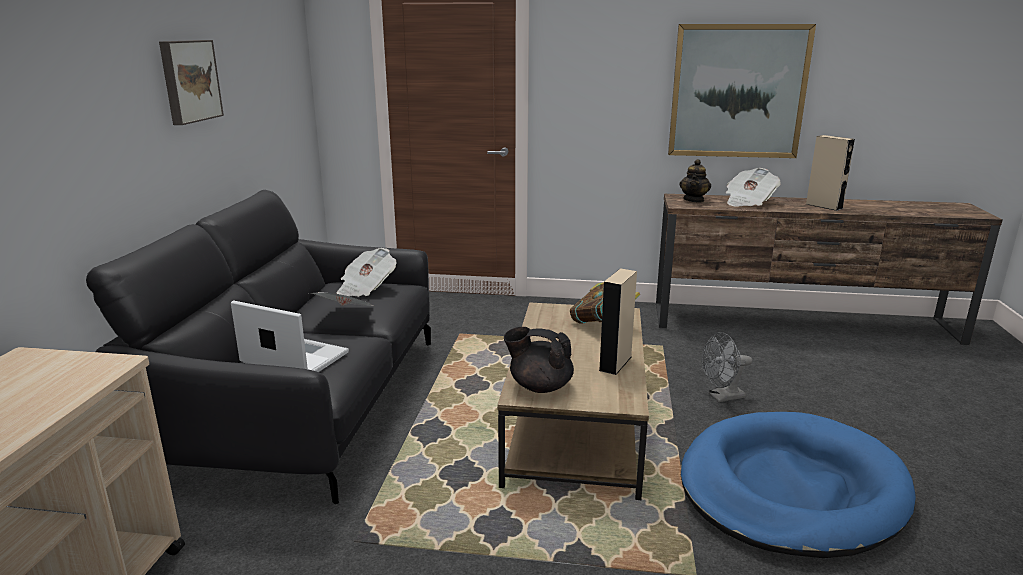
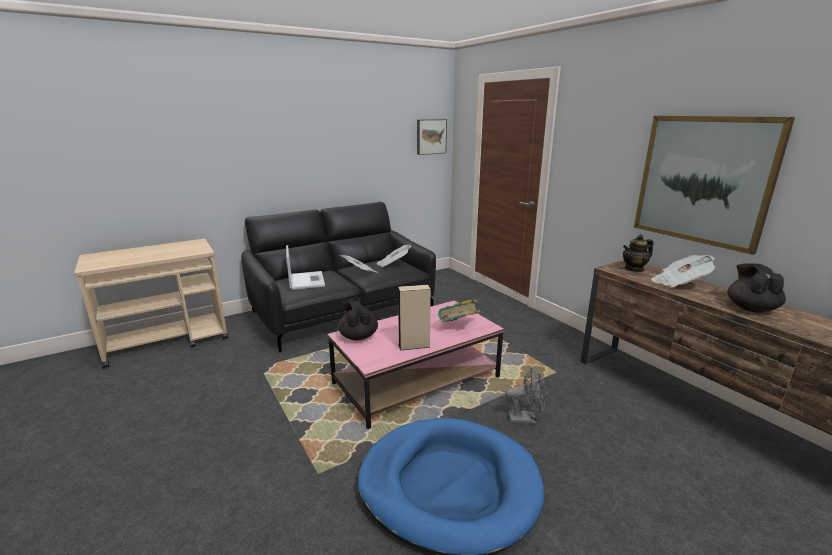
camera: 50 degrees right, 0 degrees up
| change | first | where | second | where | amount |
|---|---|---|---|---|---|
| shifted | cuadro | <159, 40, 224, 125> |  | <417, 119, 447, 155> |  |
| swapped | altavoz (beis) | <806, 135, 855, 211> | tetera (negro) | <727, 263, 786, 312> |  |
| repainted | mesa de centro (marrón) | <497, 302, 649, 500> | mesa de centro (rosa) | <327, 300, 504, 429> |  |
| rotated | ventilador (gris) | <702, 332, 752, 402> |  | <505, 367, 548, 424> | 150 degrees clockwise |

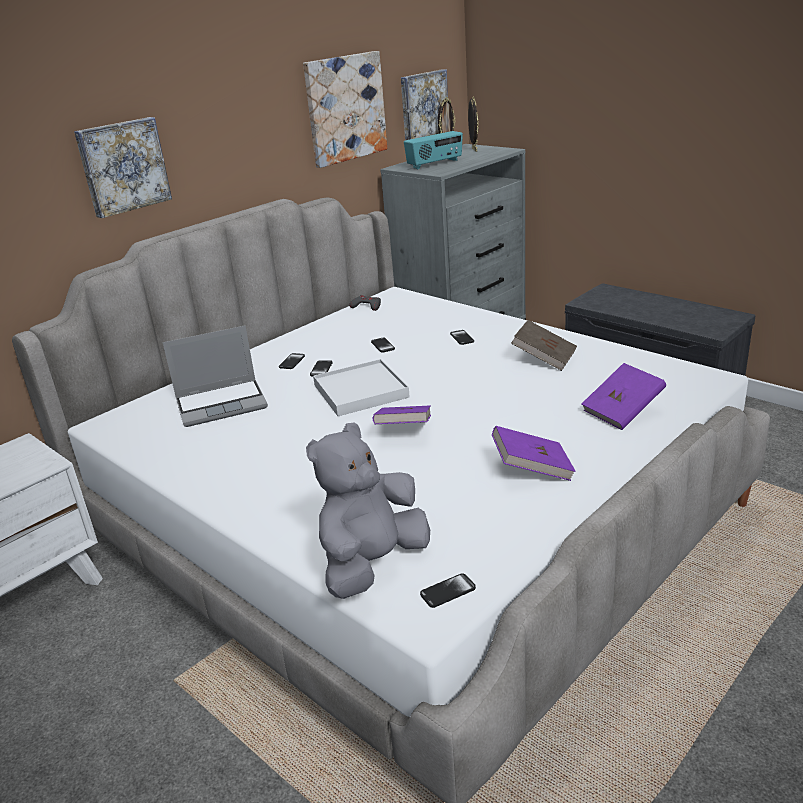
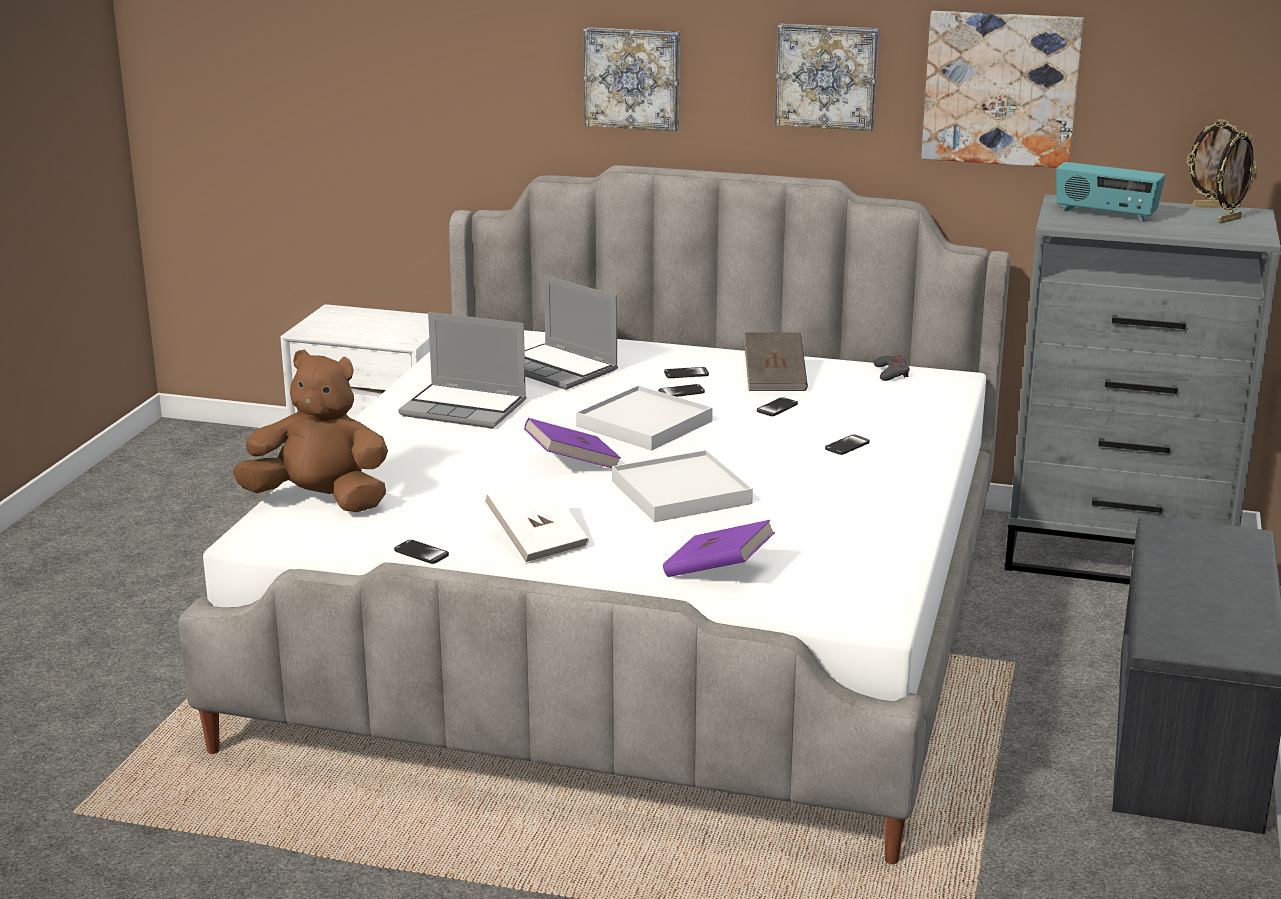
camera: 60 degrees right, 5 degrees down
| change | first | where | second | where | amount |
|---|---|---|---|---|---|
| shifted | cuadro | <401, 69, 448, 140> |  | <775, 24, 879, 131> |  |
| shifted | libro (marrón) | <511, 320, 577, 371> |  | <744, 333, 808, 391> |  |
| repainted | peluche (gris) | <306, 422, 430, 599> | peluche (marrón) | <233, 349, 388, 512> |  |
| repainted | libro (morado) | <492, 426, 576, 481> | libro (blanco) | <484, 477, 589, 564> |  |
| shifted | móvil | <420, 573, 476, 608> |  | <394, 540, 449, 564> |  |
| new |  |  | portátil | <398, 312, 526, 429> |  |
| new |  |  | bandeja (blanco) | <612, 450, 753, 522> |  |

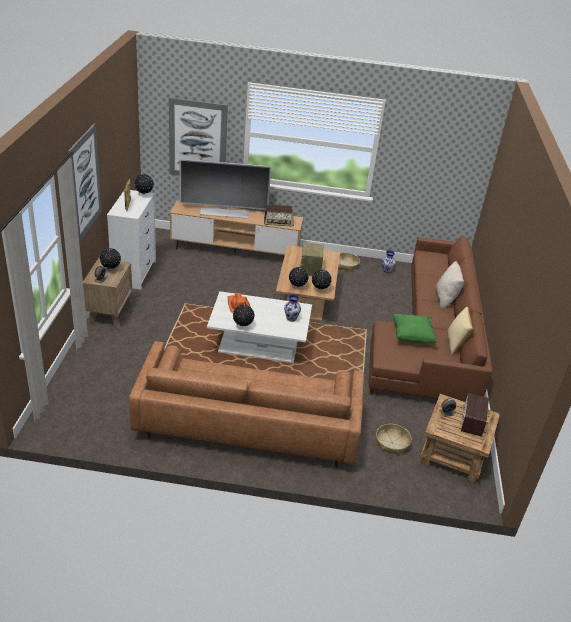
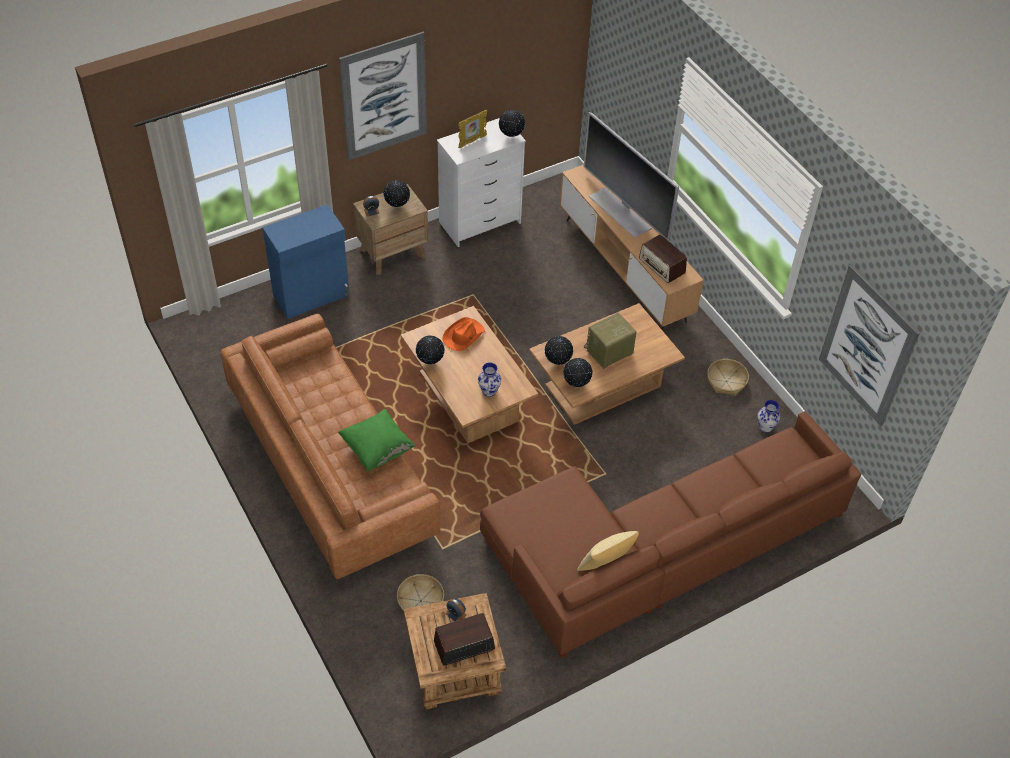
camera: 55 degrees right, 15 degrees up
| change | first | where | second | where | amount |
|---|---|---|---|---|---|
| shifted | cuadro | <169, 98, 228, 176> |  | <819, 265, 920, 426> |  |
| gone | cojín (beis) | <436, 261, 464, 309> |  |  |  |
| repainted | mesa de centro (blanco) | <207, 291, 312, 363> | mesa de centro (marrón) | <401, 306, 538, 443> |  |
| shifted | cojín (verde) | <393, 314, 437, 344> |  | <338, 409, 416, 472> |  |
| new |  |  | armario (azul) | <262, 204, 350, 319> |  |

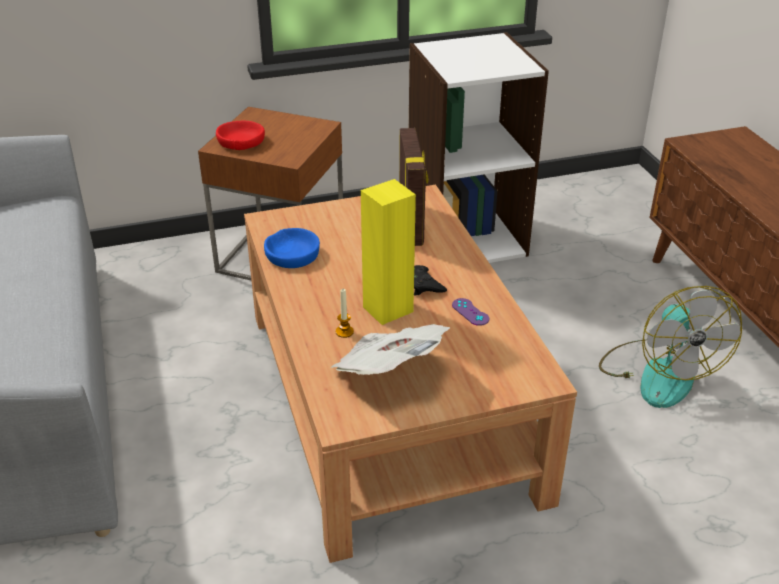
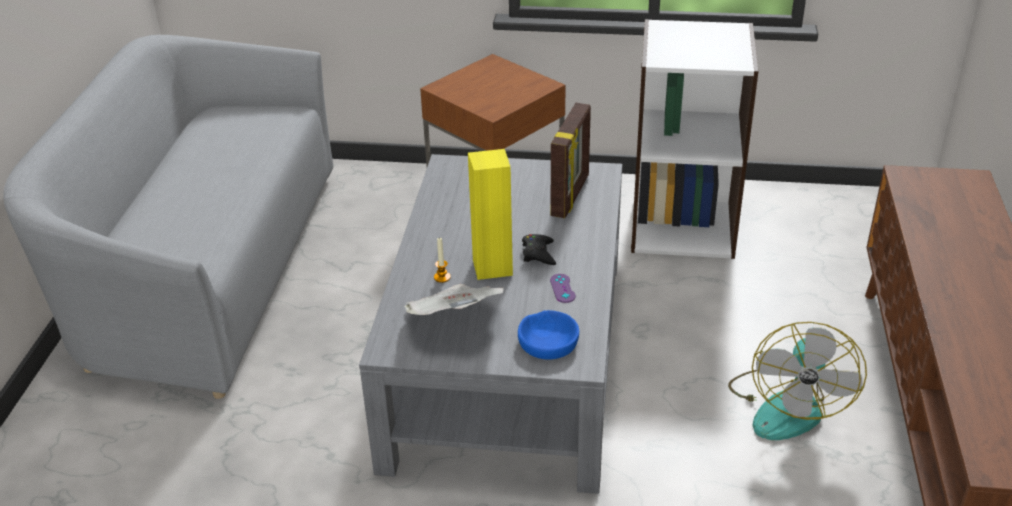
camera: 25 degrees right, 0 degrees up
| change | first | where | second | where | amount |
|---|---|---|---|---|---|
| gone | cuenco (rojo) | <216, 121, 265, 150> |  |  |  |
| repainted | mesa de centro (marrón) | <244, 185, 577, 563> | mesa de centro (gris) | <359, 154, 622, 494> |  |
| shifted | cuenco (azul) | <264, 228, 320, 268> |  | <518, 310, 579, 360> |  |

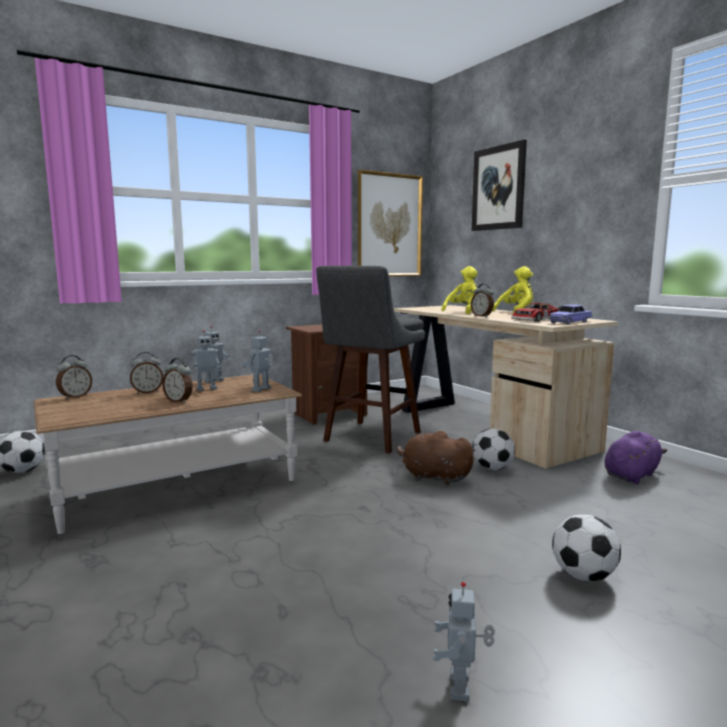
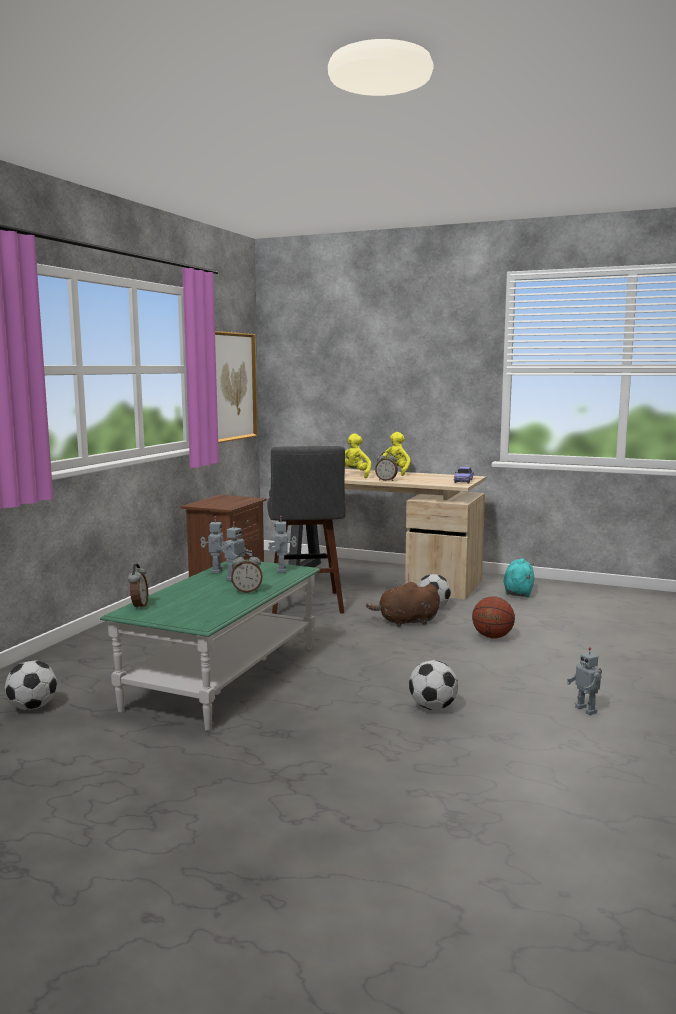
camera: 35 degrees left, 0 degrees up
| change | first | where | second | where | amount |
|---|---|---|---|---|---|
| gone | cuadro | <472, 140, 527, 231> |  |  |  |
| gone | coche de juguete | <511, 303, 561, 322> |  |  |  |
| gone | despertador | <130, 352, 163, 394> |  |  |  |
| repainted | mesa de centro (marrón) | <33, 374, 302, 534> | mesa de centro (verde) | <100, 560, 320, 731> |  |
| repainted | peluche (morado) | <605, 431, 668, 484> | peluche (turquesa) | <504, 558, 534, 597> |  |
| shifted | balón de fútbol | <552, 515, 621, 581> |  | <409, 660, 458, 710> |  |
| new |  |  | balón de baloncesto | <472, 596, 515, 638> |  |

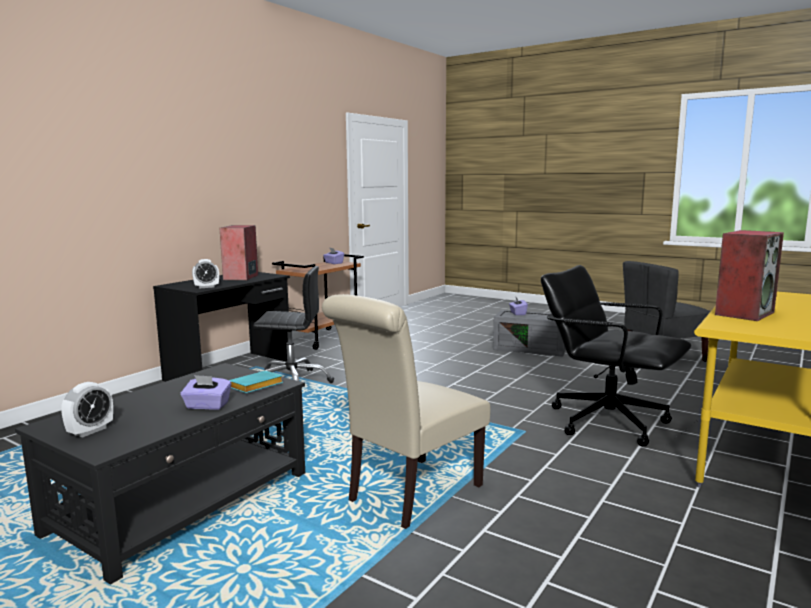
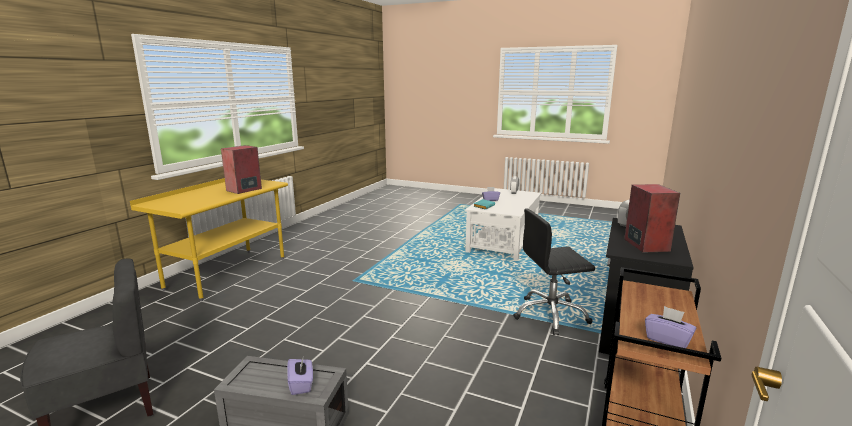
camera: 170 degrees right, 5 degrees up
| change | first | where | second | where | amount |
|---|---|---|---|---|---|
| gone | silla de oficina (negro) | <541, 265, 691, 446> |  |  |  |
| gone | silla (beis) | <322, 294, 491, 529> |  |  |  |
| repainted | mesa de centro (negro) | <15, 363, 305, 585> | mesa de centro (blanco) | <465, 188, 541, 260> |  |

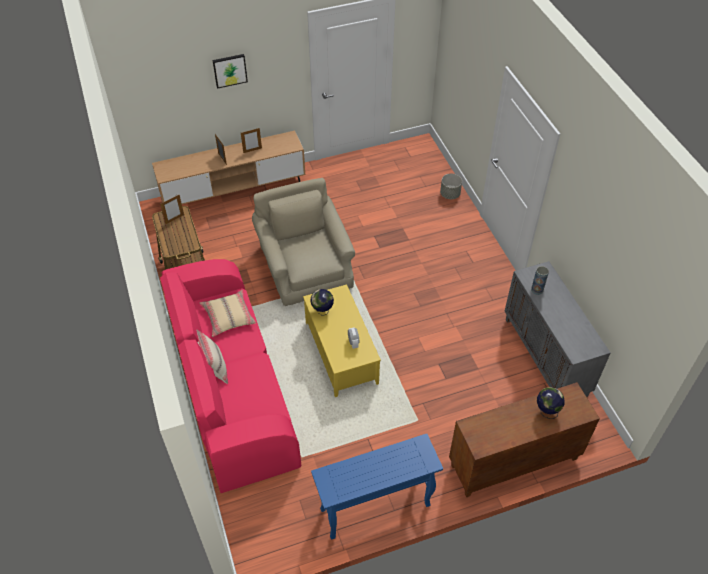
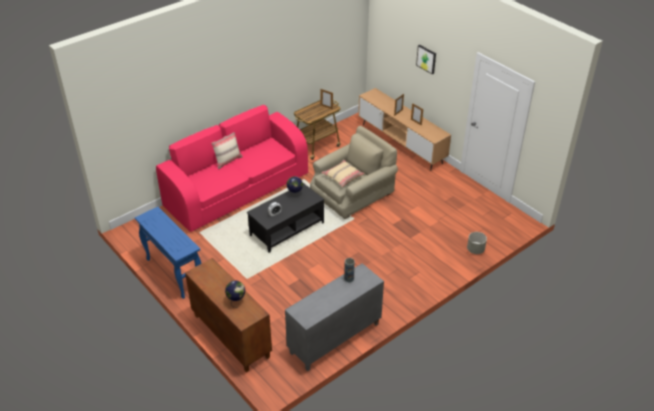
camera: 70 degrees right, 10 degrees down
| change | first | where | second | where | amount |
|---|---|---|---|---|---|
| repainted | mesa de centro (amarillo) | <303, 284, 381, 397> | mesa de centro (negro) | <247, 183, 324, 253> |  |
| shifted | cojín (beis) | <200, 290, 256, 337> |  | <321, 160, 365, 187> |  |

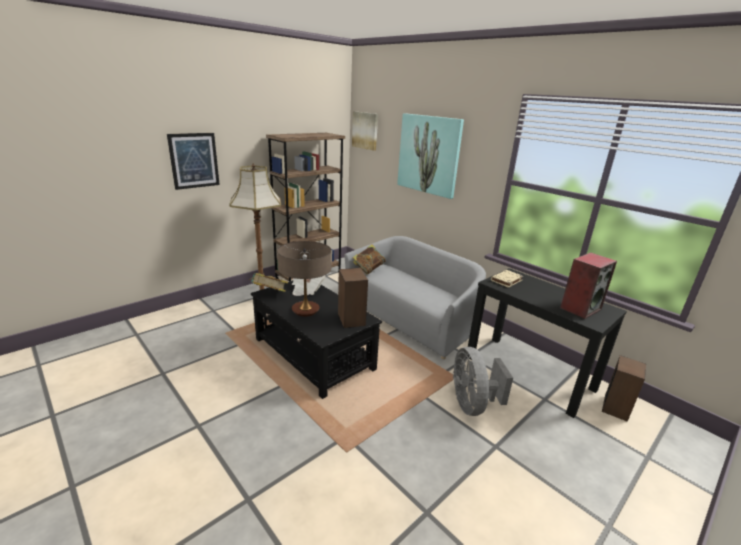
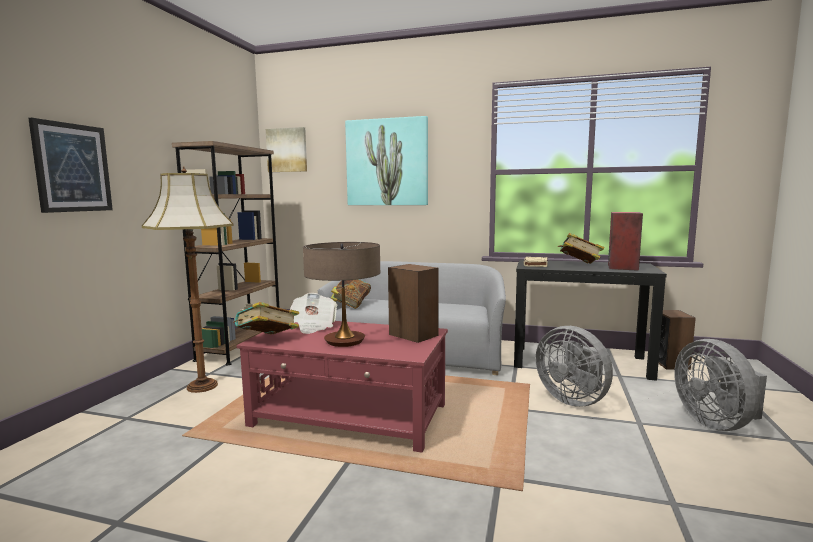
camera: 30 degrees left, 15 degrees down
| change | first | where | second | where | amount |
|---|---|---|---|---|---|
| repainted | mesa de centro (negro) | <251, 280, 382, 399> | mesa de centro (rojo) | <236, 321, 448, 453> |  |
| new |  |  | libro | <558, 233, 605, 264> |  |
| new |  |  | ventilador (gris) | <674, 339, 767, 431> |  |

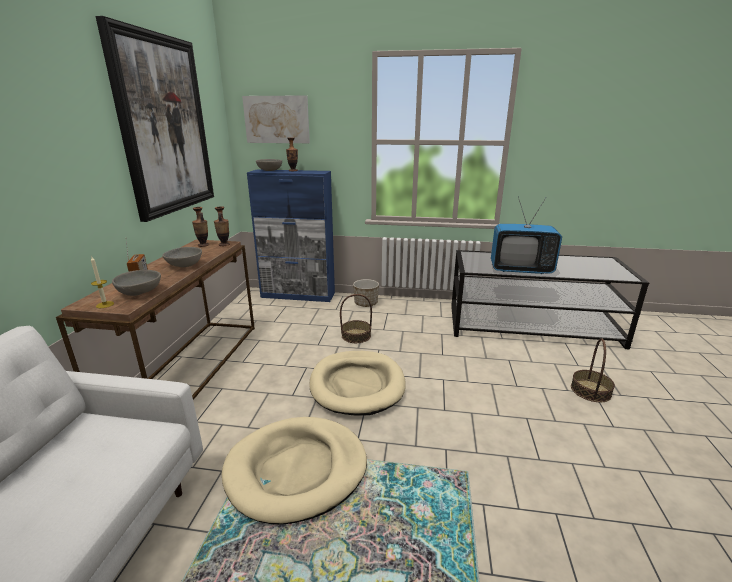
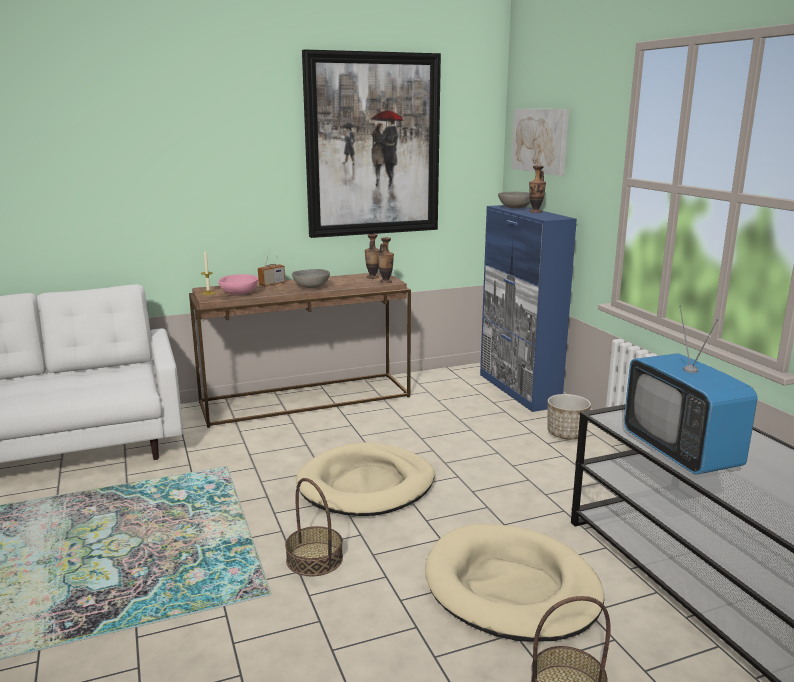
camera: 60 degrees right, 5 degrees down
| change | first | where | second | where | amount |
|---|---|---|---|---|---|
| repainted | cuenco (gris) | <112, 270, 161, 296> | cuenco (rosa) | <218, 274, 259, 295> |  |
| shifted | cesta | <340, 294, 372, 343> |  | <285, 478, 343, 576> |  |
| shifted | cama para perro (beis) | <221, 417, 367, 525> |  | <425, 524, 604, 642> |  |

